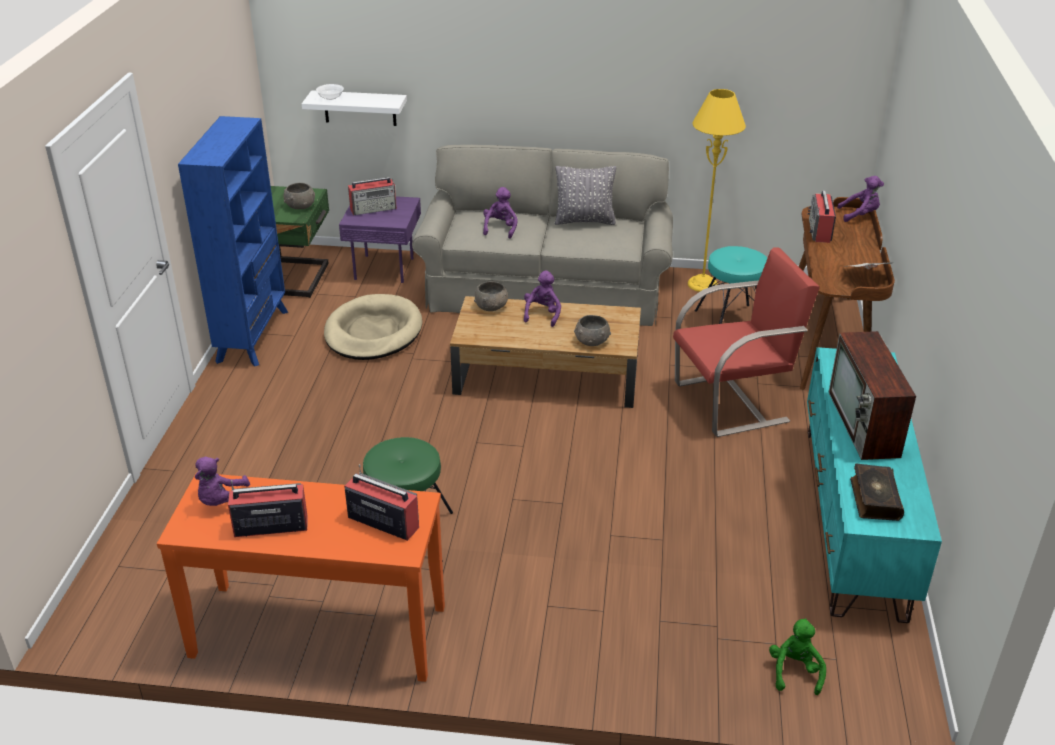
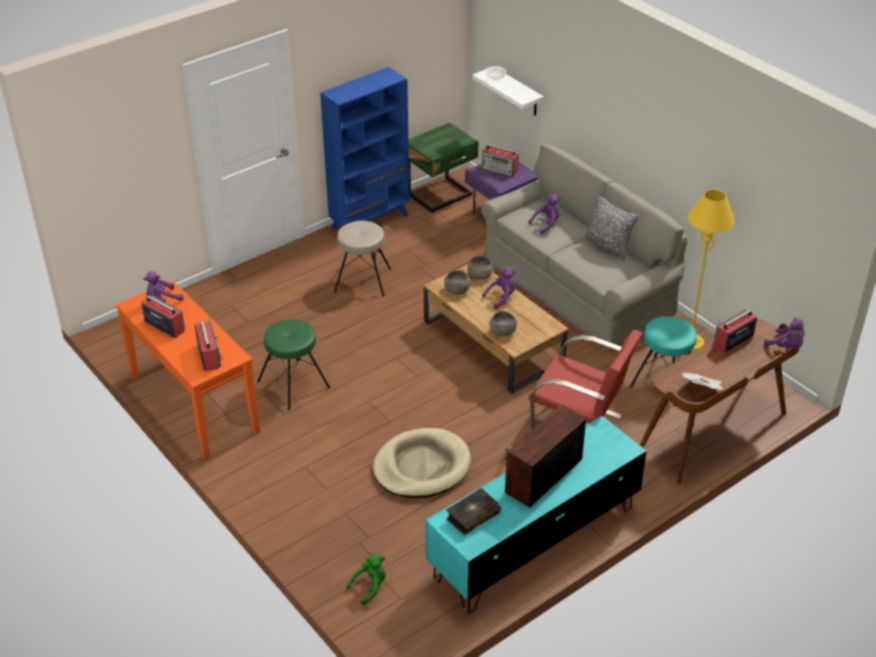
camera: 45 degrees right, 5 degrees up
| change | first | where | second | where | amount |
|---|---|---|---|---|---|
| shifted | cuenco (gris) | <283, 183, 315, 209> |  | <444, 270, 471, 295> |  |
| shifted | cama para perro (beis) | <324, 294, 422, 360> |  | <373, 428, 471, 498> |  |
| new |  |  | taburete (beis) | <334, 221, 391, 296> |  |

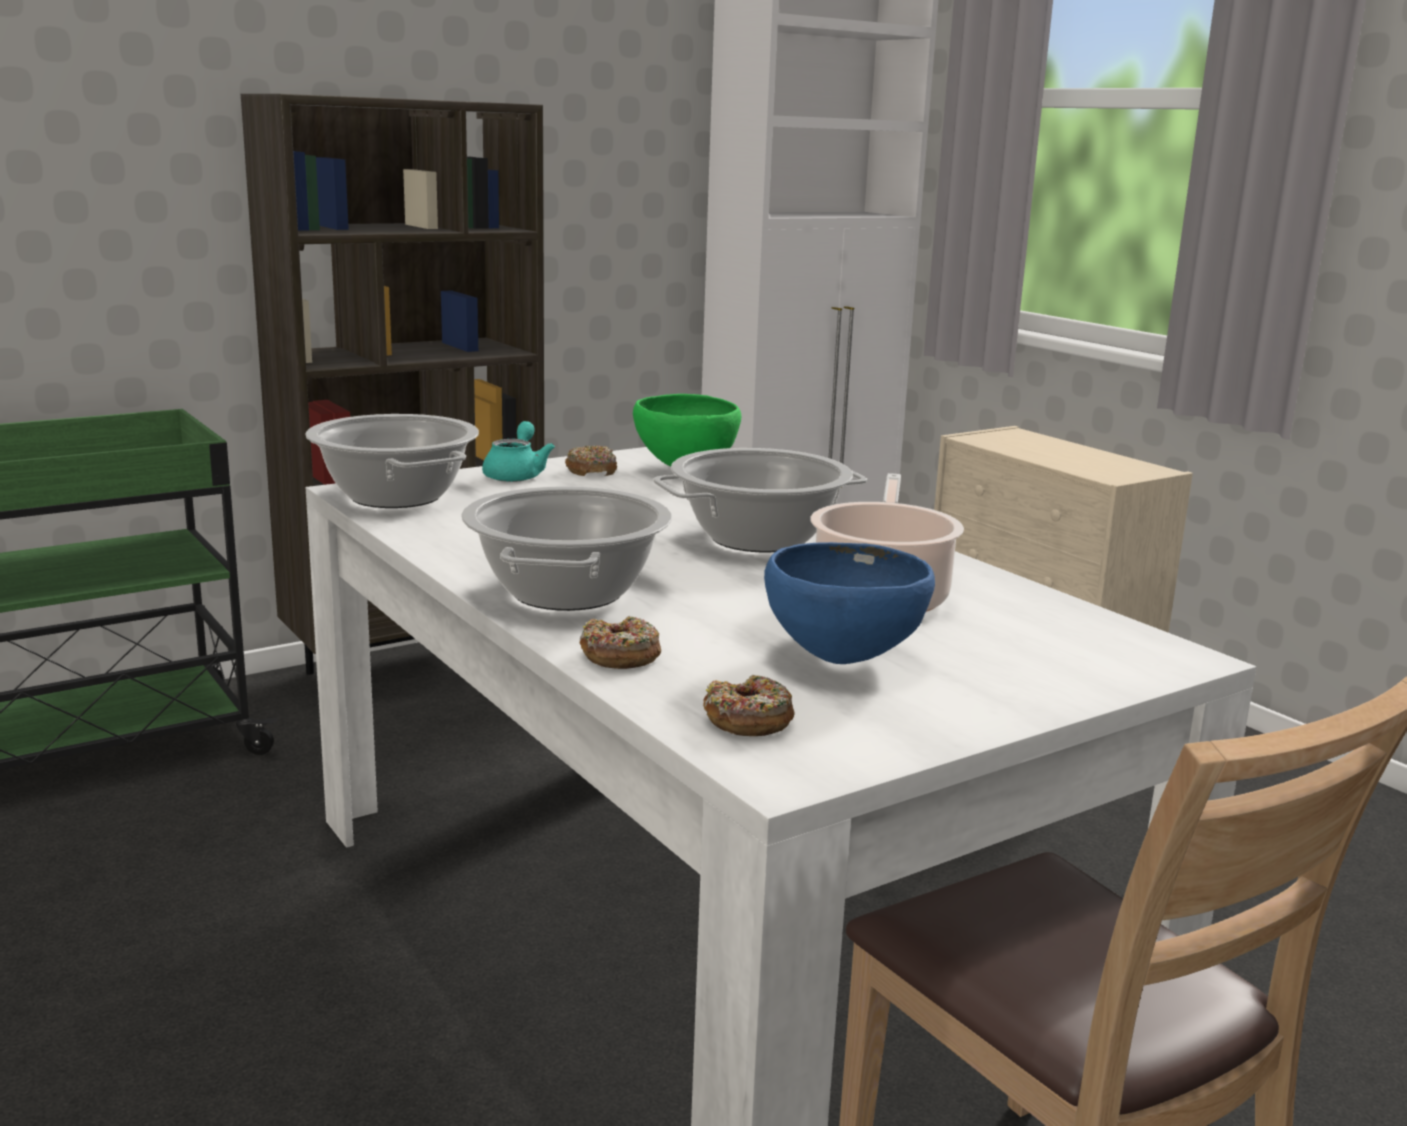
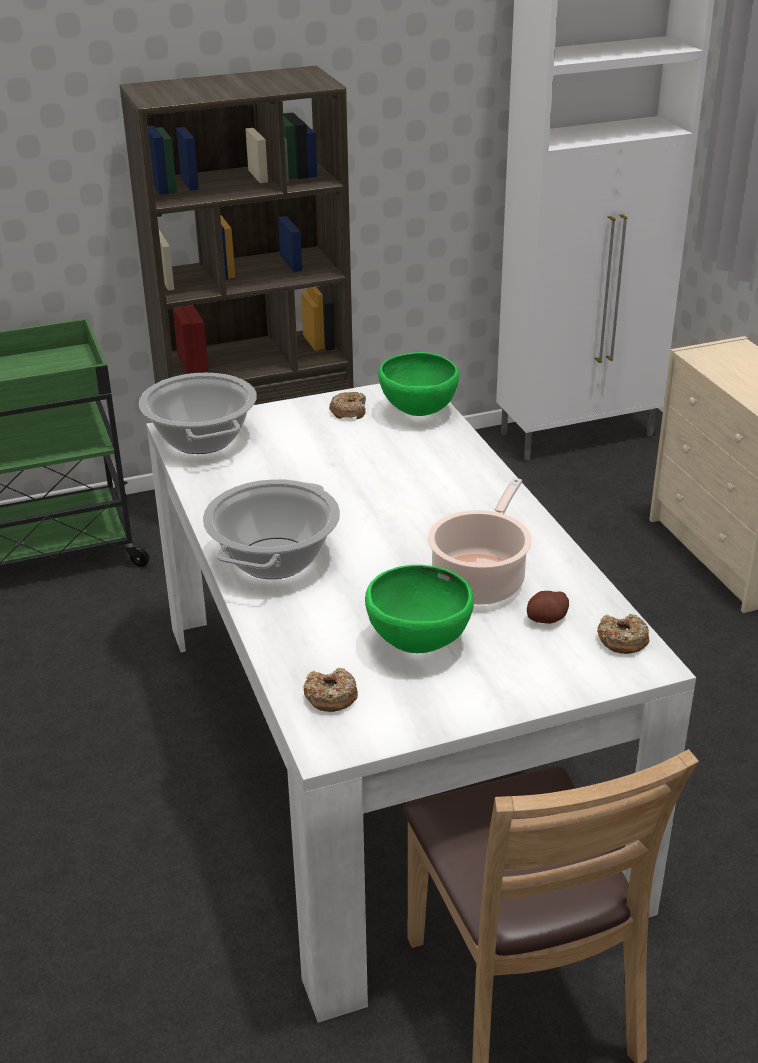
camera: 15 degrees right, 15 degrees up
| change | first | where | second | where | amount |
|---|---|---|---|---|---|
| gone | tetera (turquesa) | <482, 421, 555, 482> |  |  |  |
| gone | olla | <653, 448, 867, 552> |  |  |  |
| repainted | cuenco (azul) | <764, 542, 935, 664> | cuenco (verde) | <365, 565, 474, 653> |  |
| shifted | rosquilla | <579, 616, 661, 669> |  | <597, 614, 649, 654> |  |
| new |  |  | patata | <527, 591, 569, 624> |  |

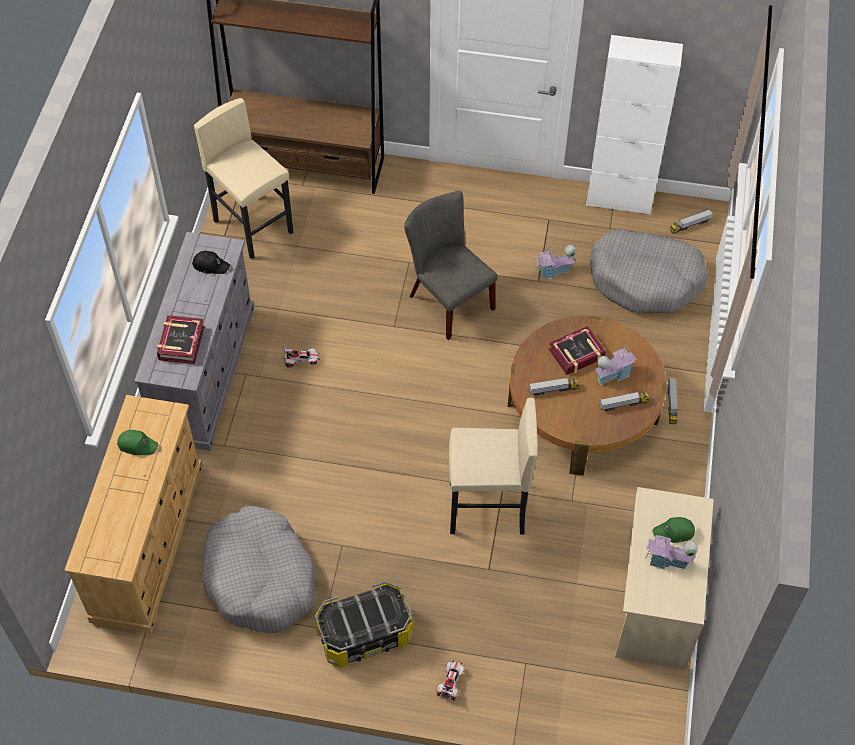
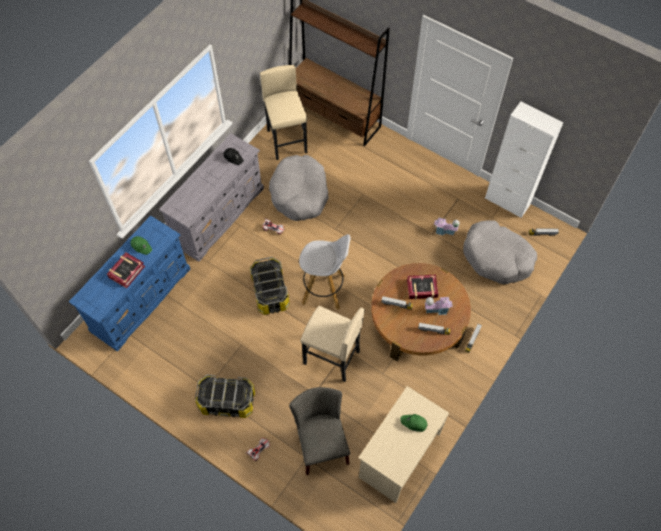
camera: 25 degrees right, 5 degrees up
| change | first | where | second | where | amount |
|---|---|---|---|---|---|
| shifted | silla (gris) | <404, 191, 498, 340> |  | <289, 387, 350, 475> |  |
| shifted | libro | <157, 315, 205, 364> |  | <107, 252, 145, 288> |  |
| repainted | cómoda (beis) | <64, 395, 203, 633> | cómoda (azul) | <69, 216, 191, 352> |  |
| shifted | cama para perro (gris) | <202, 506, 315, 633> |  | <269, 155, 329, 221> |  |
| gone | casita | <645, 535, 698, 570> |  |  |  |
| new |  |  | taburete (blanco) | <299, 234, 351, 310> |  |
| new |  |  | caja de almacenaje | <250, 257, 290, 315> |  |

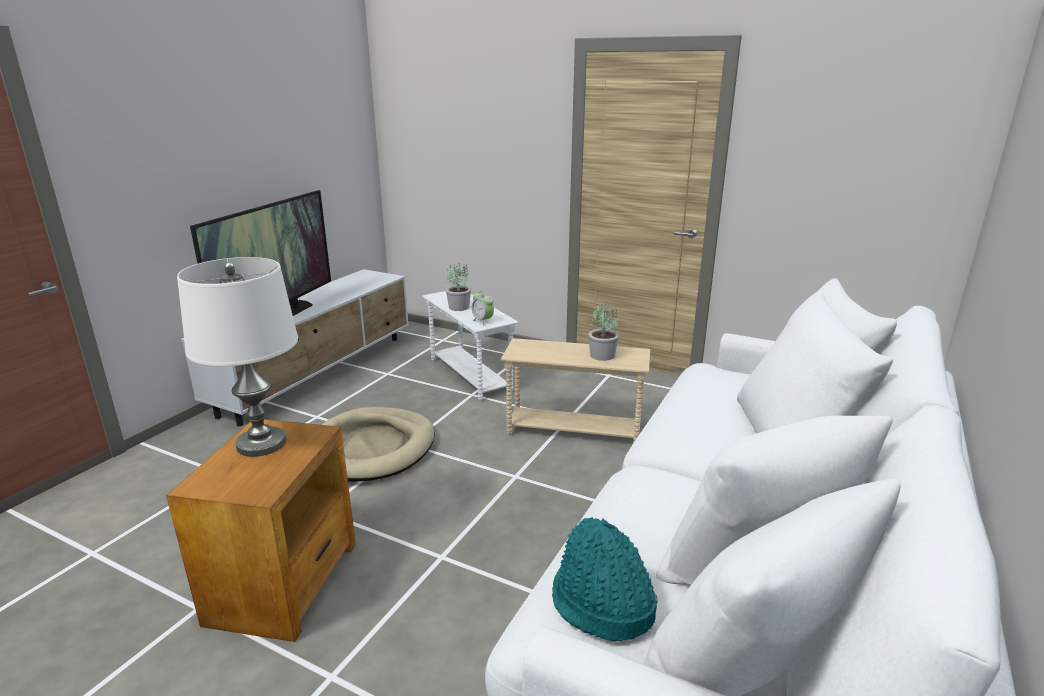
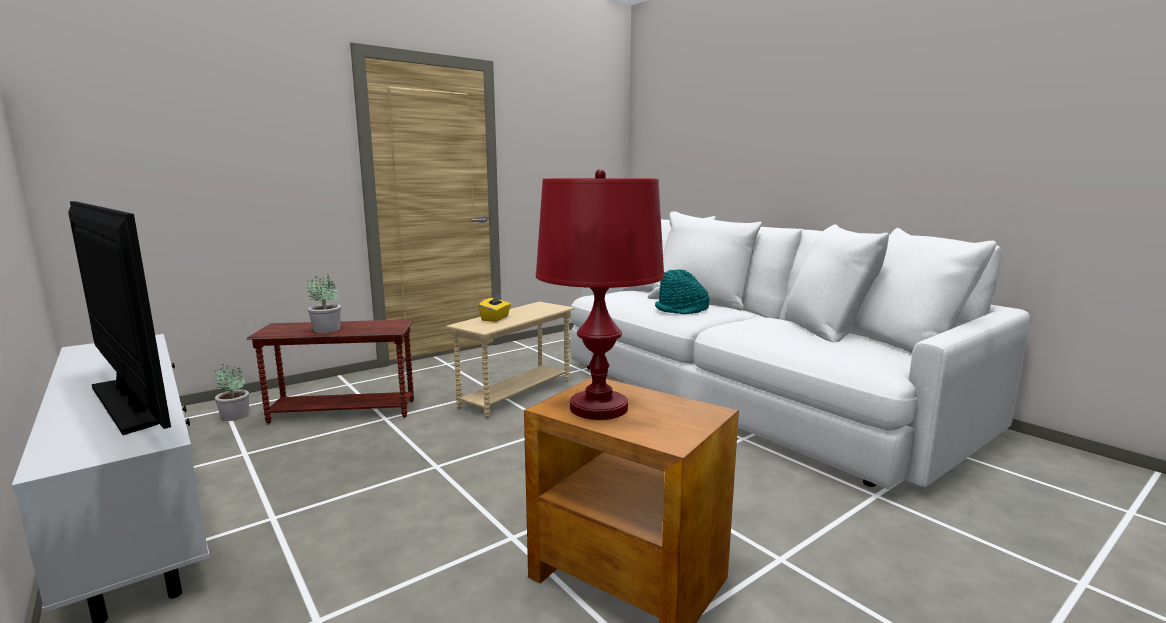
camera: 65 degrees left, 10 degrees down
| change | first | where | second | where | amount |
|---|---|---|---|---|---|
| repainted | lámpara de mesa (blanco) | <177, 257, 298, 457> | lámpara de mesa (rojo) | <536, 169, 664, 420> |  |
| gone | despertador | <472, 290, 494, 326> |  |  |  |
| repainted | mesa auxiliar (blanco) | <422, 291, 519, 401> | mesa auxiliar (marrón) | <247, 319, 414, 424> |  |
| shifted | planta en maceta | <588, 301, 619, 361> |  | <215, 364, 249, 421> |  |
| gone | cama para perro (beis) | <322, 407, 435, 482> |  |  |  |
| shifted | sombrero (turquesa) | <552, 517, 658, 641> |  | <655, 269, 709, 314> |  |
| new |  |  | caja de pañuelos (amarillo) | <478, 293, 511, 322> |  |

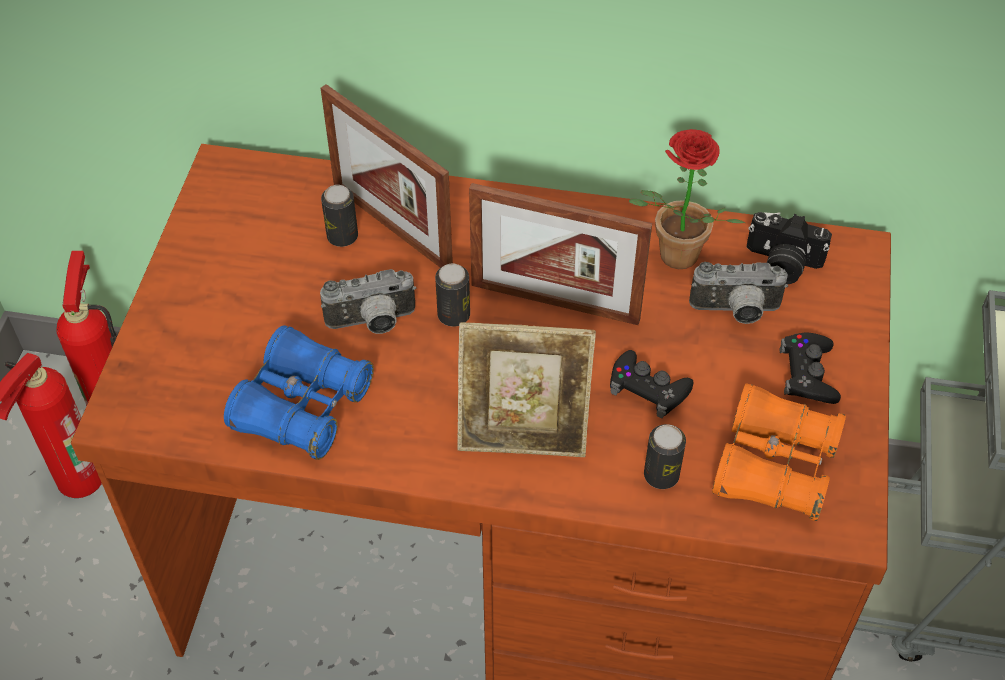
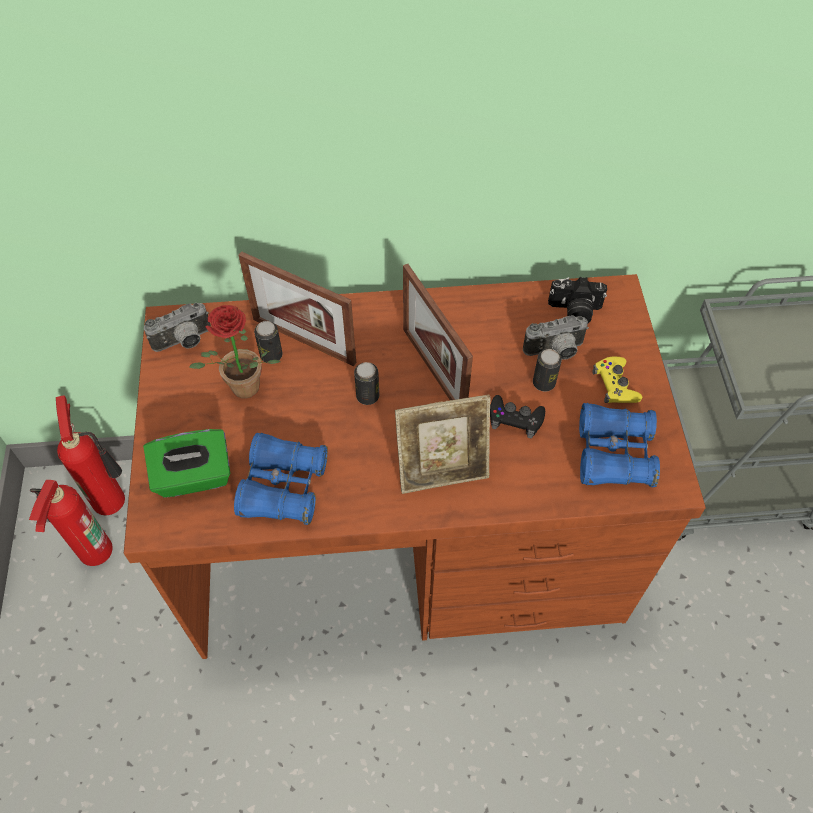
camera: 15 degrees left, 5 degrees up
| change | first | where | second | where | amount |
|---|---|---|---|---|---|
| shifted | planta en maceta | <629, 129, 745, 269> |  | <189, 305, 280, 399> |  |
| rotated | portarretratos | <469, 183, 652, 325> |  | <403, 264, 473, 400> | 60 degrees clockwise |
| shifted | cámara | <320, 269, 417, 334> |  | <144, 303, 211, 352> |  |
| repainted | mando de consola (negro) | <780, 333, 841, 404> | mando de consola (amarillo) | <592, 357, 642, 403> |  |
| repainted | prismáticos (naranja) | <712, 383, 846, 521> | prismáticos (azul) | <579, 403, 660, 487> |  |
| shifted | lata | <644, 424, 686, 489> |  | <533, 349, 562, 392> |  |
| new |  |  | caja de pañuelos (verde) | <143, 429, 230, 498> |  |

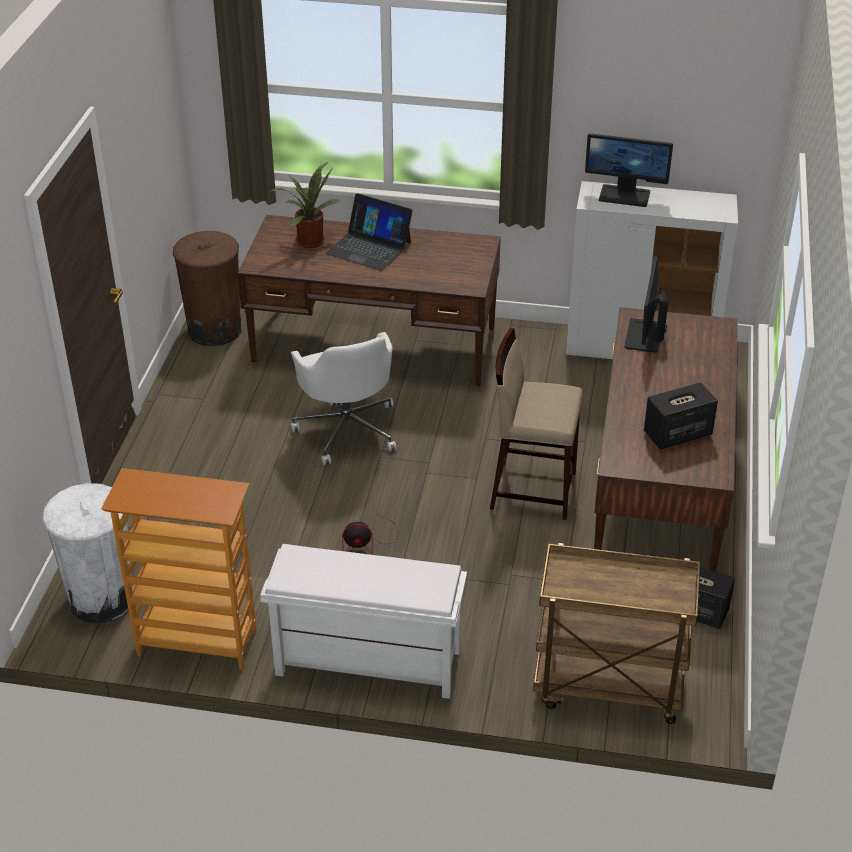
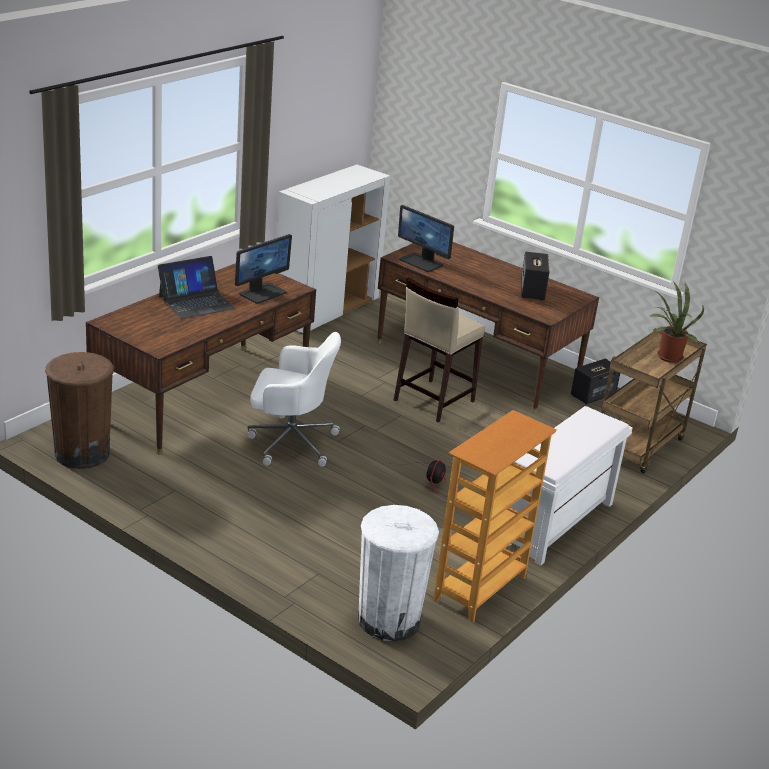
camera: 65 degrees left, 10 degrees down
| change | first | where | second | where | amount |
|---|---|---|---|---|---|
| shifted | monitor | <585, 133, 673, 207> |  | <235, 234, 292, 304> |  |
| shifted | planta en maceta | <271, 162, 342, 248> |  | <650, 281, 704, 363> |  |

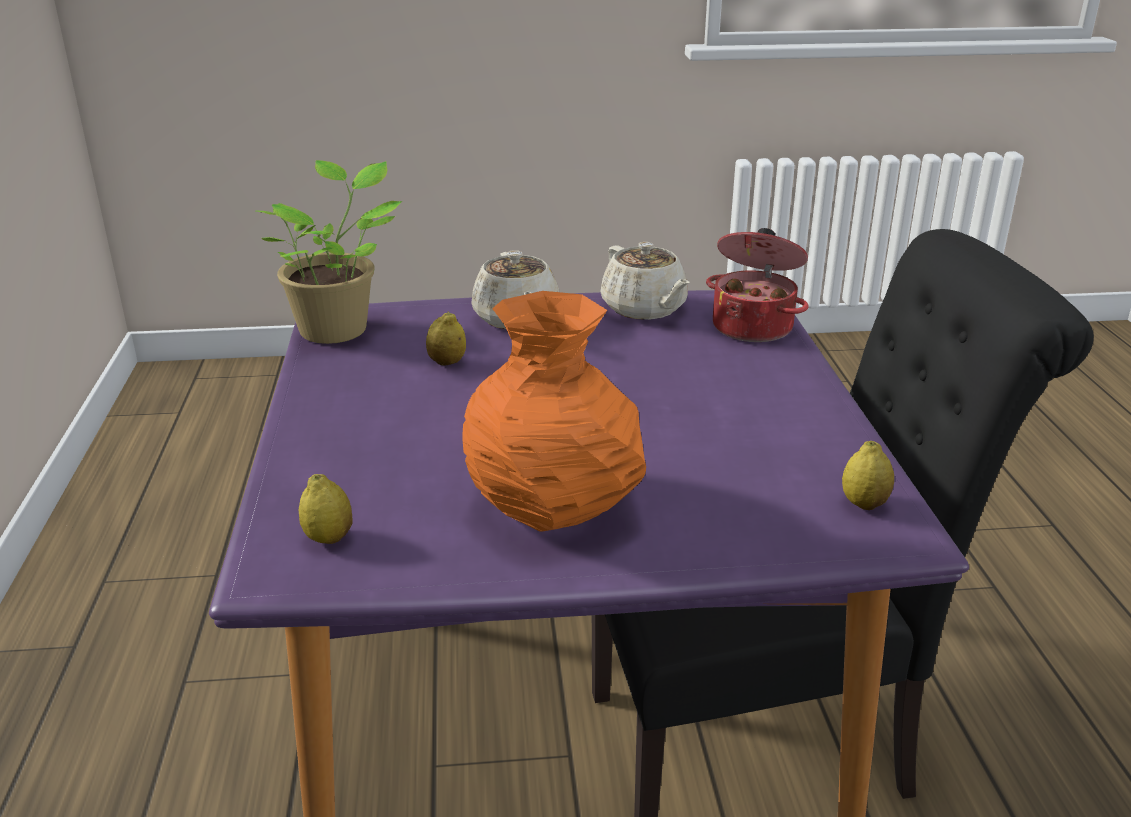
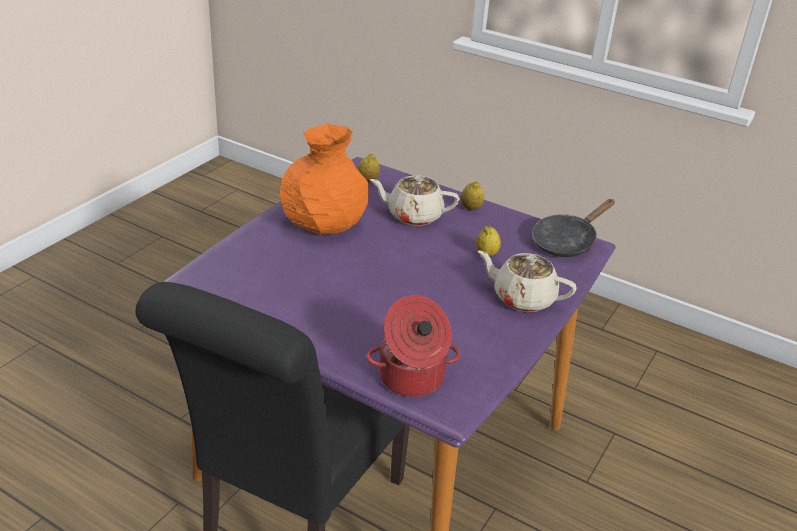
camera: 125 degrees right, 5 degrees up
| change | first | where | second | where | amount |
|---|---|---|---|---|---|
| swapped | planta en maceta | <256, 160, 402, 344> | sartén (negro) | <532, 199, 615, 257> |  |
| shifted | tetera (beis) | <601, 242, 690, 320> |  | <369, 175, 460, 226> |  |
| shifted | limón | <842, 441, 894, 510> |  | <461, 181, 484, 210> |  |

